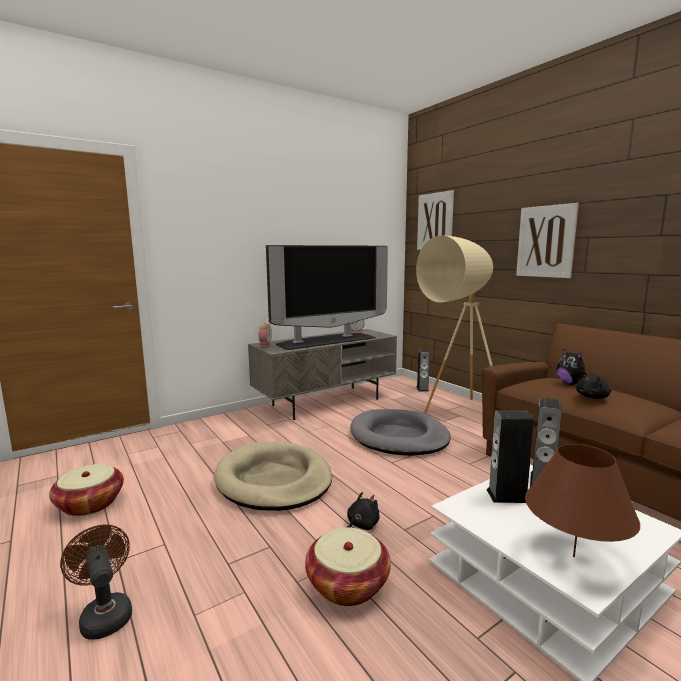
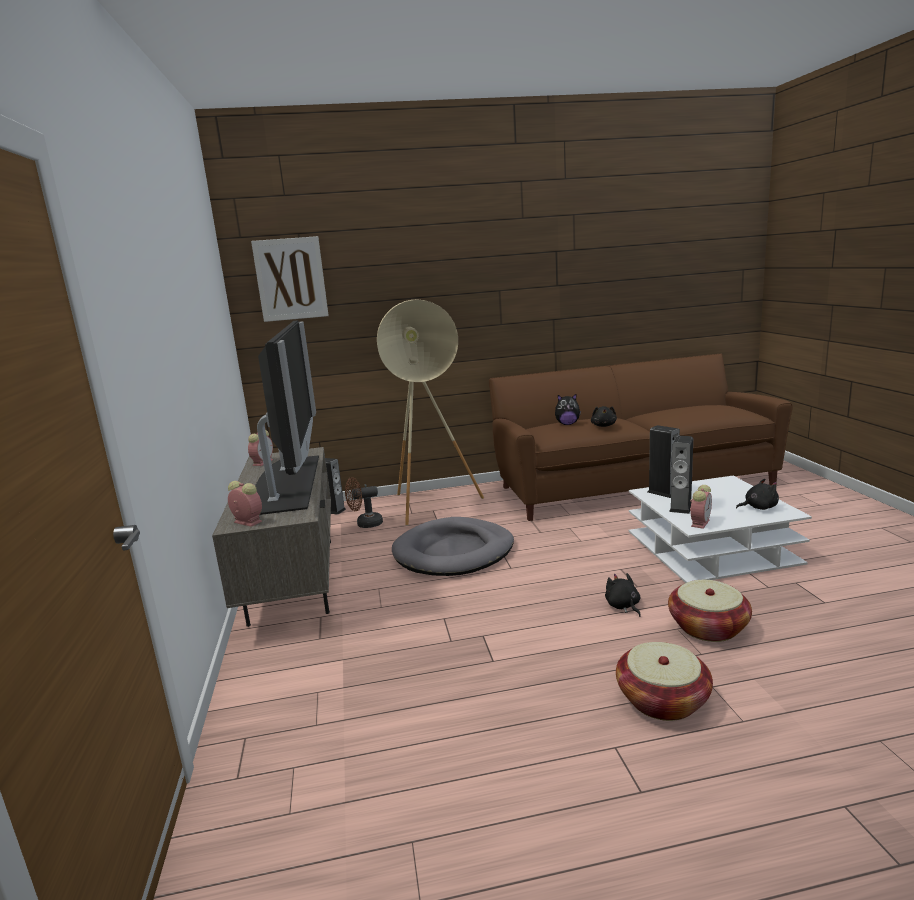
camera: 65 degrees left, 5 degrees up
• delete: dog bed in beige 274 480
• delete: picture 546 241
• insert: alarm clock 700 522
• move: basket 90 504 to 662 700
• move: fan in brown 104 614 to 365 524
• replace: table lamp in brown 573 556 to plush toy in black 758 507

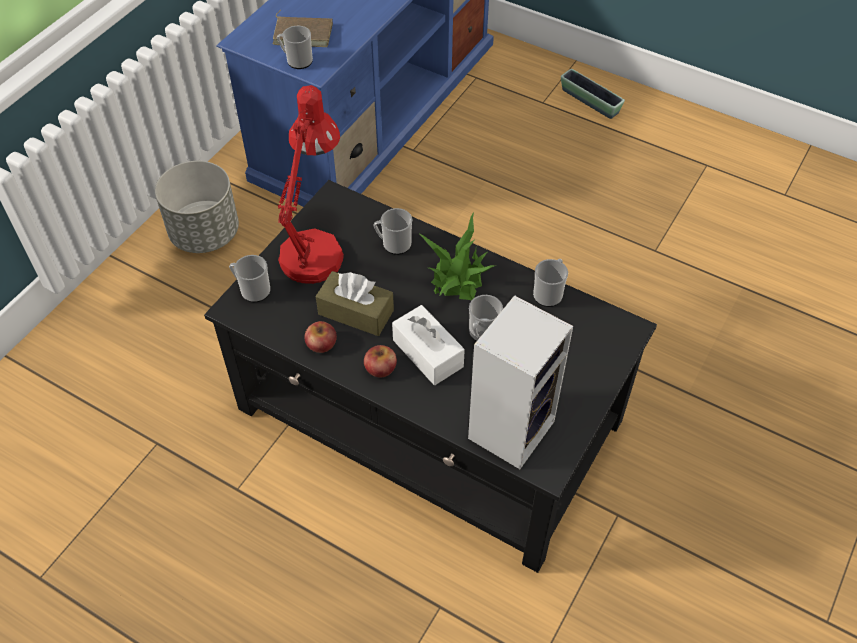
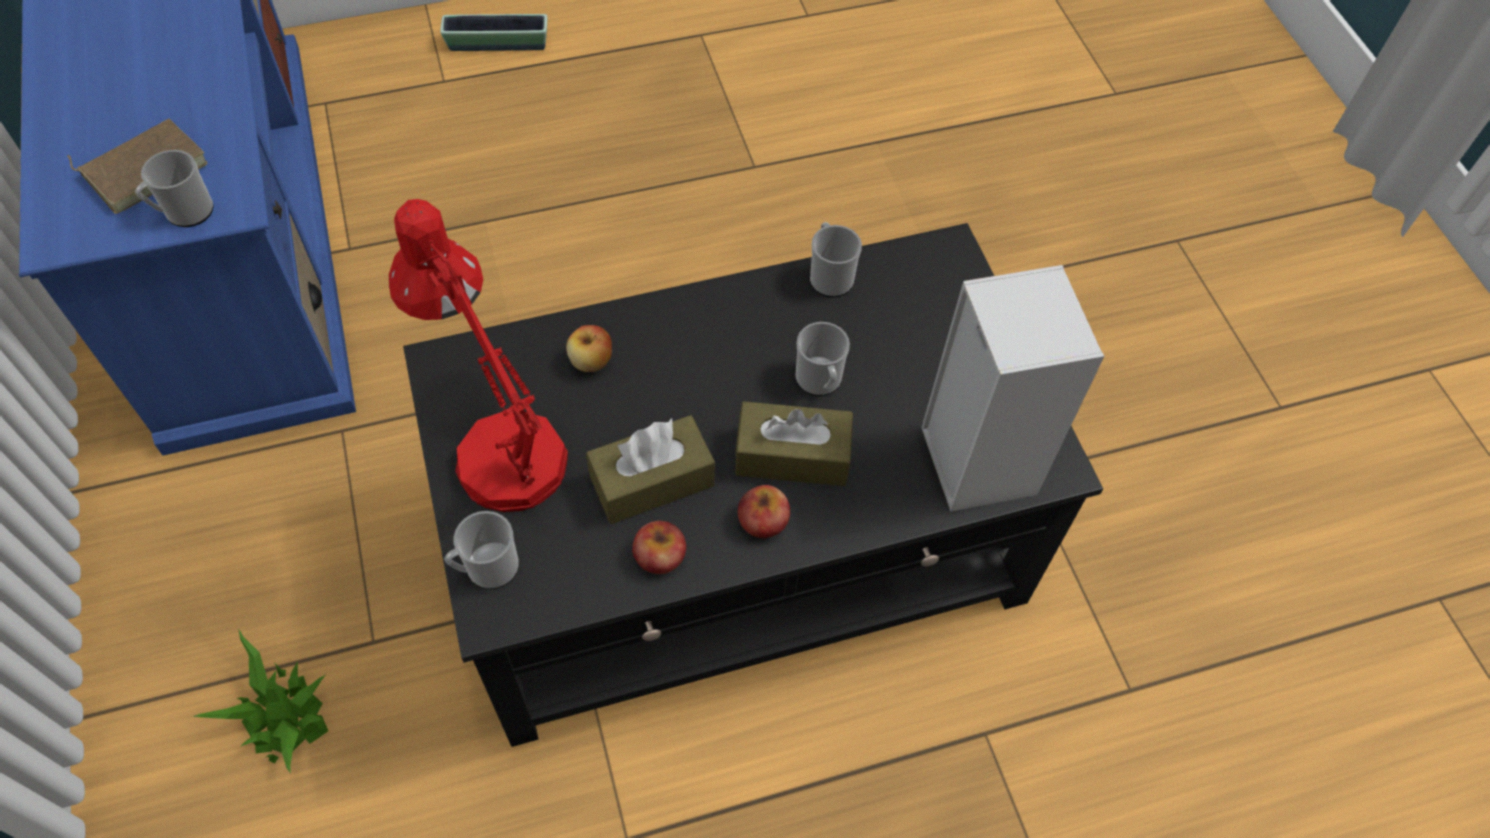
camera: 50 degrees left, 5 degrees up
• delete: planter in grey 205 233
• move: potted plant 458 276 to 283 714
• replace: mug 393 244 to apple 591 361
• recolor: tissue box in white 428 353 to tissue box in brown 792 456

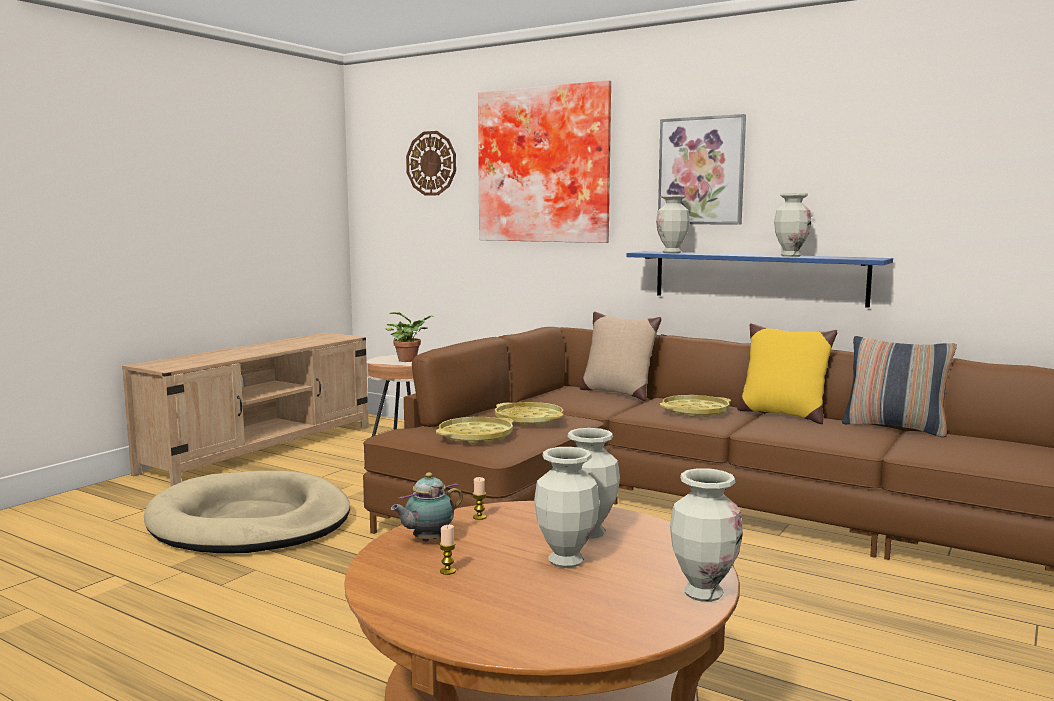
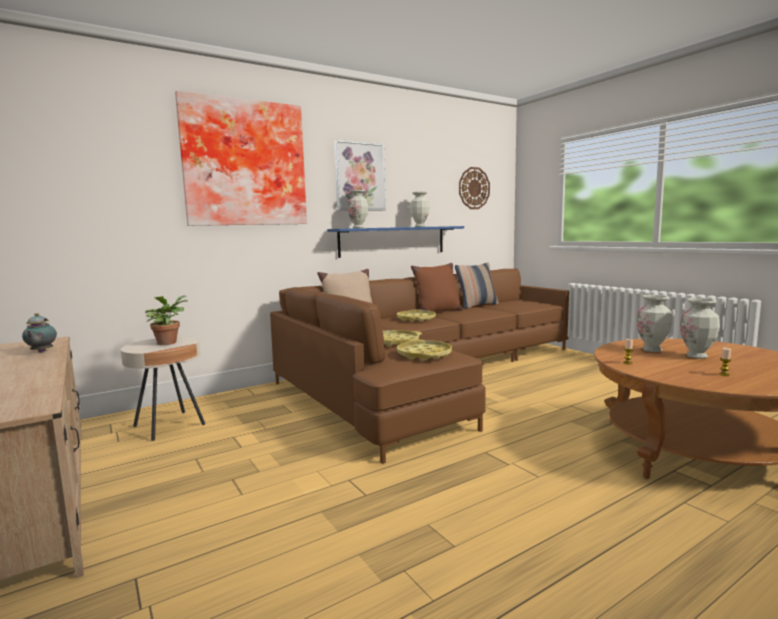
camera: 65 degrees left, 0 degrees up
• delete: dog bed in beige 250 522
• delete: vase 703 593
• move: teapot 427 540 to 41 352
• move: wall clock 431 163 to 474 188
• recolor: pillow in yellow 782 414 to pillow in brown 437 311

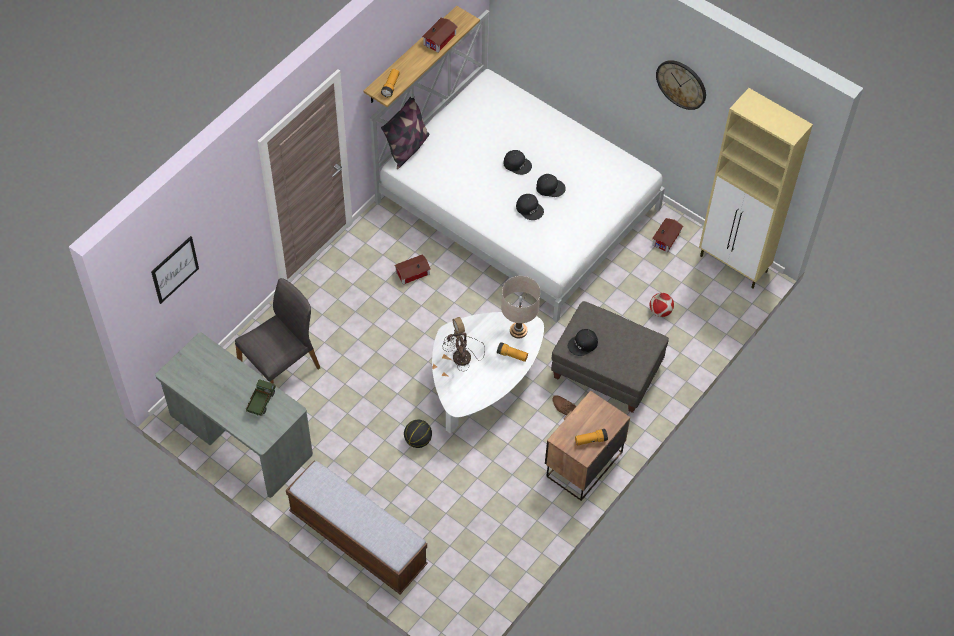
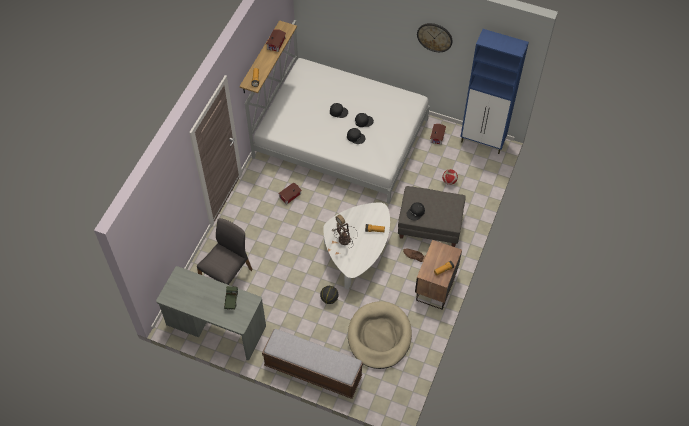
camera: 15 degrees left, 0 degrees up
• delete: picture 174 269
• delete: pillow 407 148
• delete: table lamp in beige 518 331
• insert: dog bed in beige 379 336
• recolor: cabinet in beige 734 264 to cabinet in blue 483 142

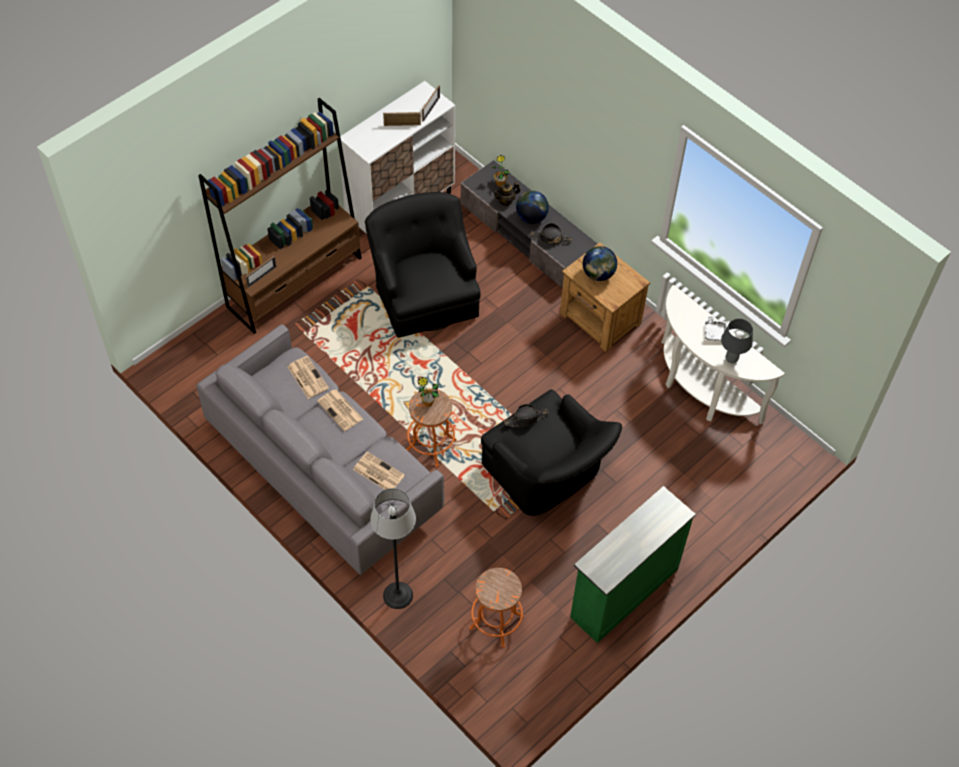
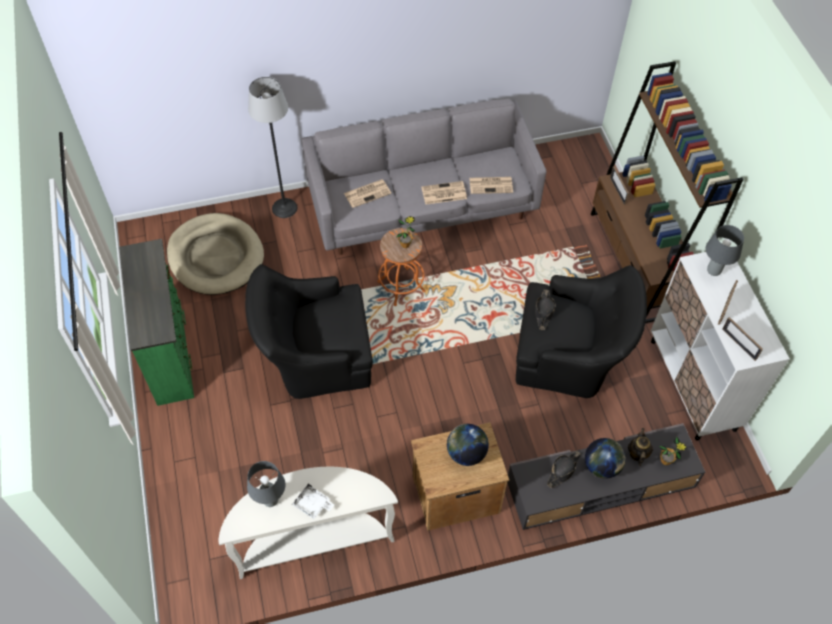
camera: 120 degrees right, 0 degrees up
• insert: table lamp in grey 713 271
• move: hat in black 526 418 to 544 311
• replace: stool in orange 496 622 to dog bed in beige 216 257

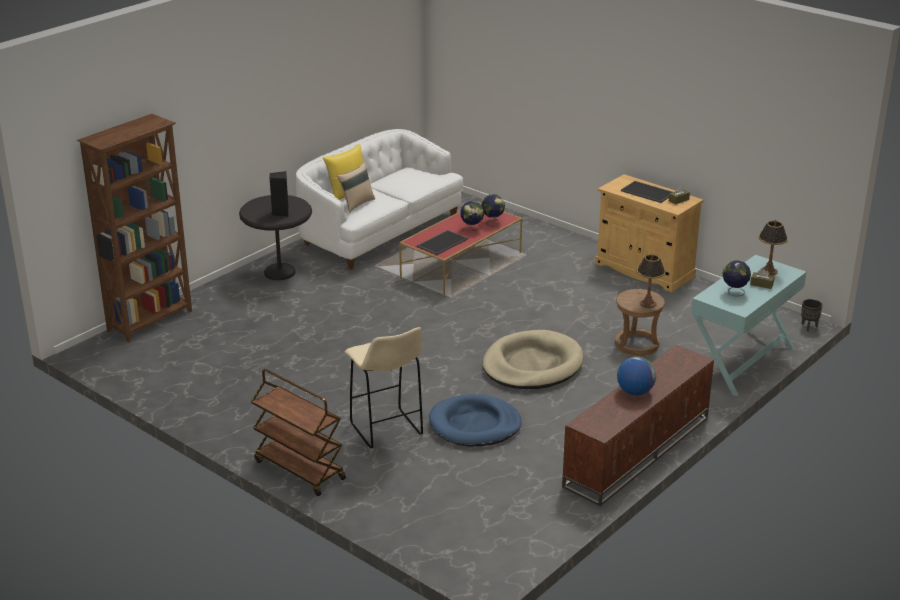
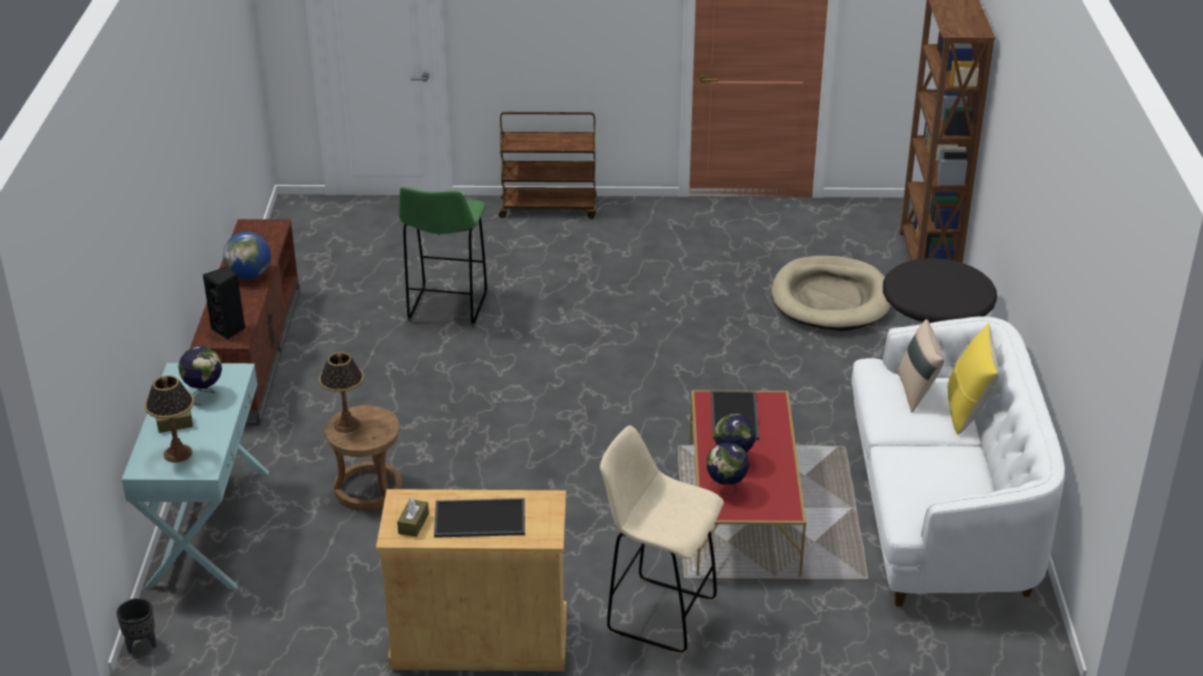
camera: 140 degrees right, 5 degrees up
• move: speaker in black 280 213 to 229 330
• move: stool in beige 387 431 to 658 614
• move: dog bed in beige 532 365 to 830 299
• replace: dog bed in blue 475 425 to stool in green 447 308

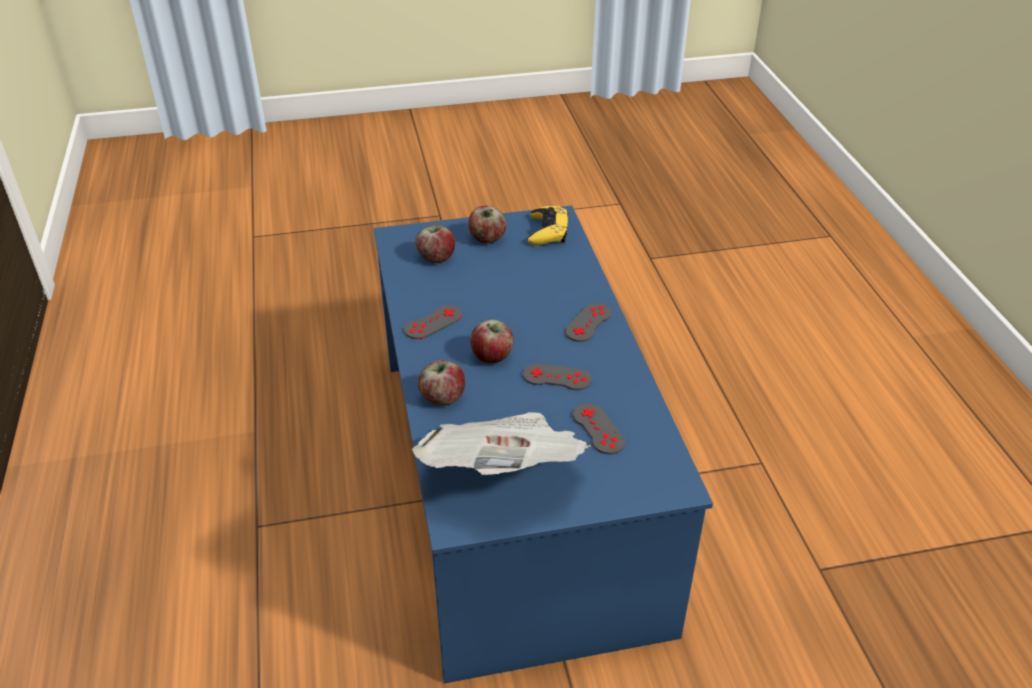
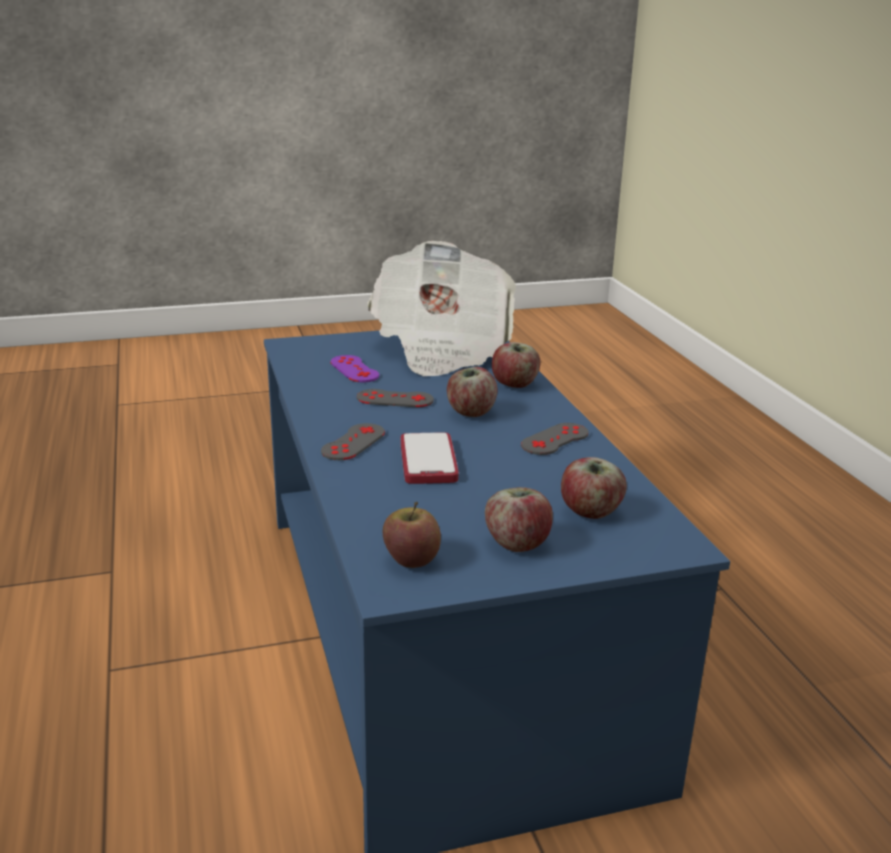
camera: 175 degrees right, 15 degrees down
• insert: phone 428 461
• replace: game controller in yellow 547 231 to apple 411 559
• recolor: game controller in grey 598 429 to game controller in purple 354 369

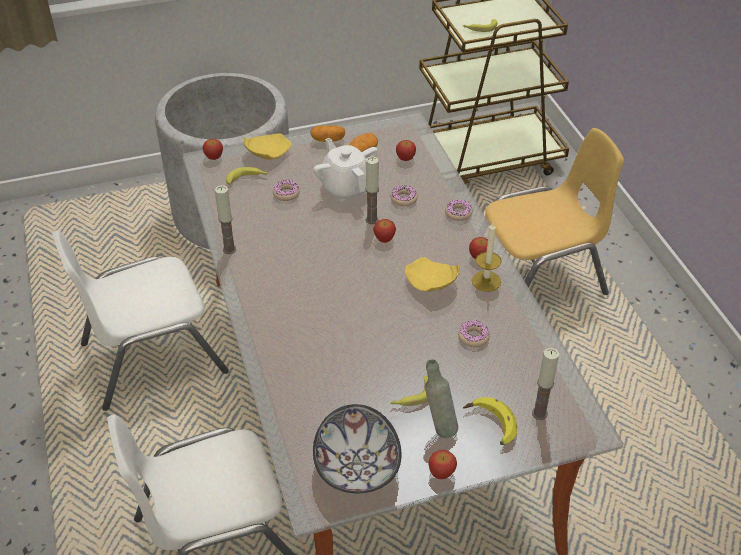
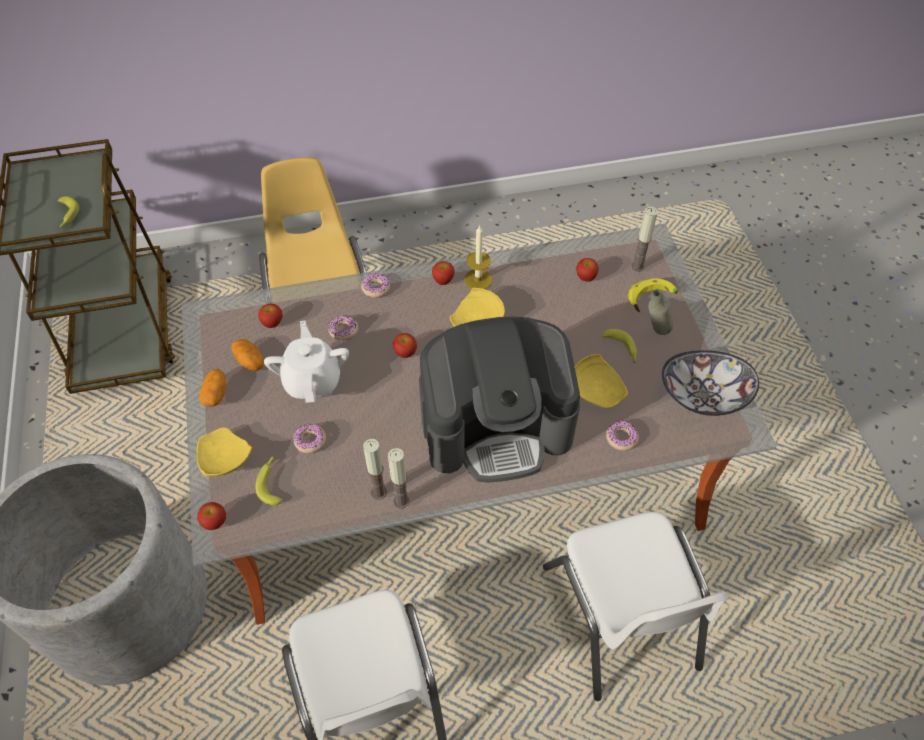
camera: 85 degrees left, 10 degrees up
• insert: coffee machine 496 425
• insert: plate in yellow 597 389
• move: candle 372 220 to 378 492
• move: apple 441 472 to 585 277
• move: donut 473 337 to 621 438
• rotate: teapot in white 346 188 = 312 381 105 degrees clockwise

